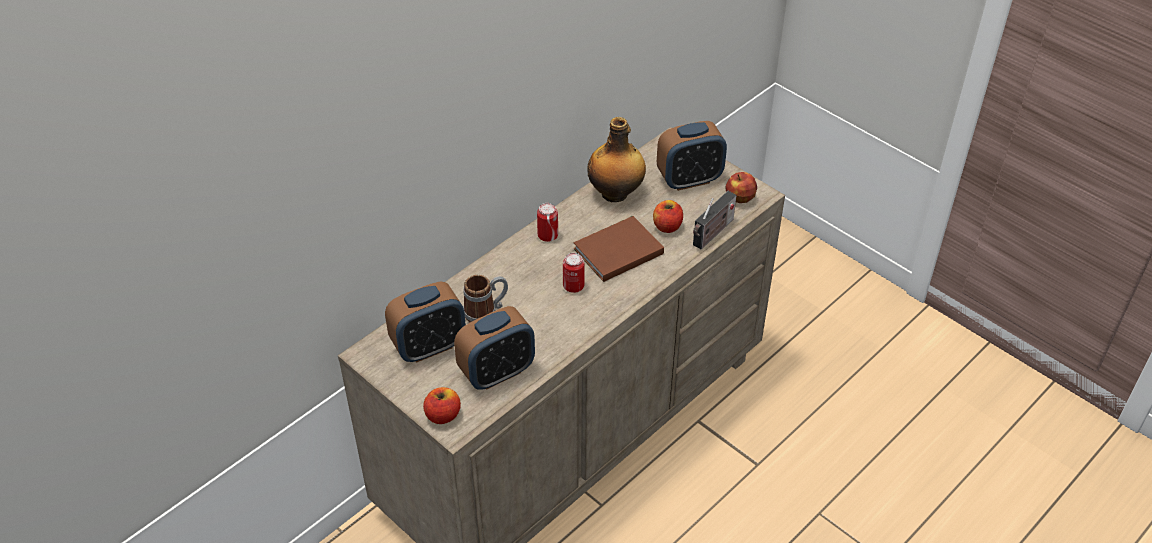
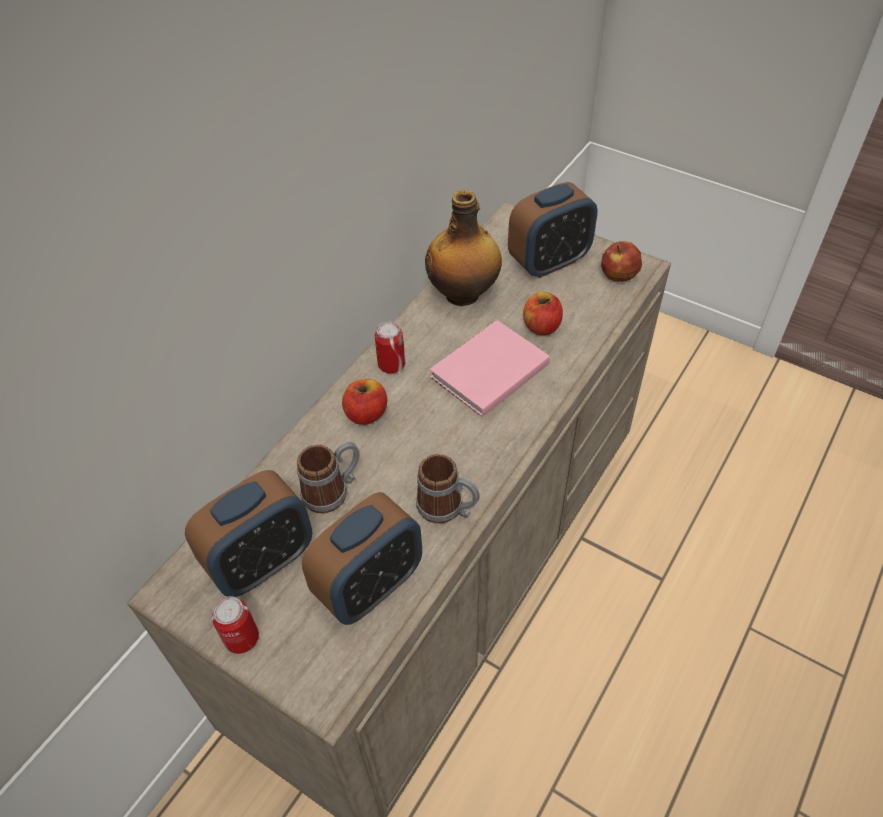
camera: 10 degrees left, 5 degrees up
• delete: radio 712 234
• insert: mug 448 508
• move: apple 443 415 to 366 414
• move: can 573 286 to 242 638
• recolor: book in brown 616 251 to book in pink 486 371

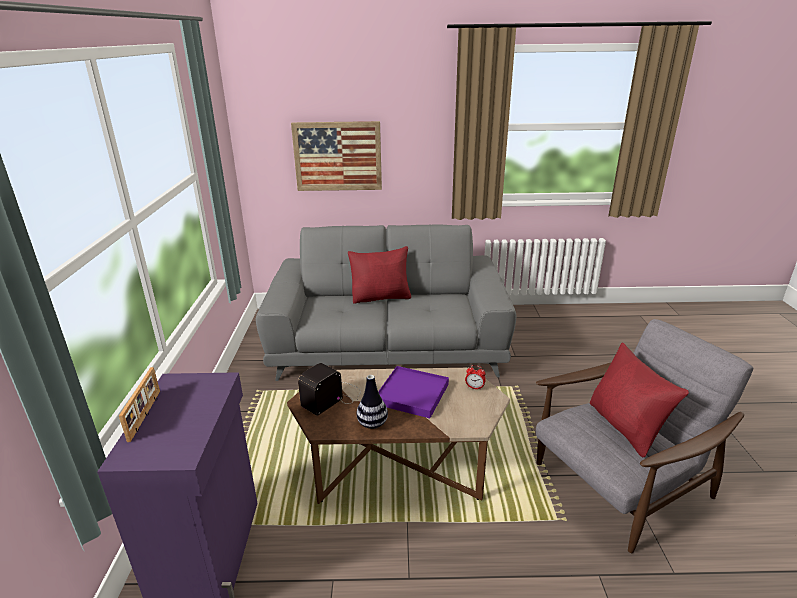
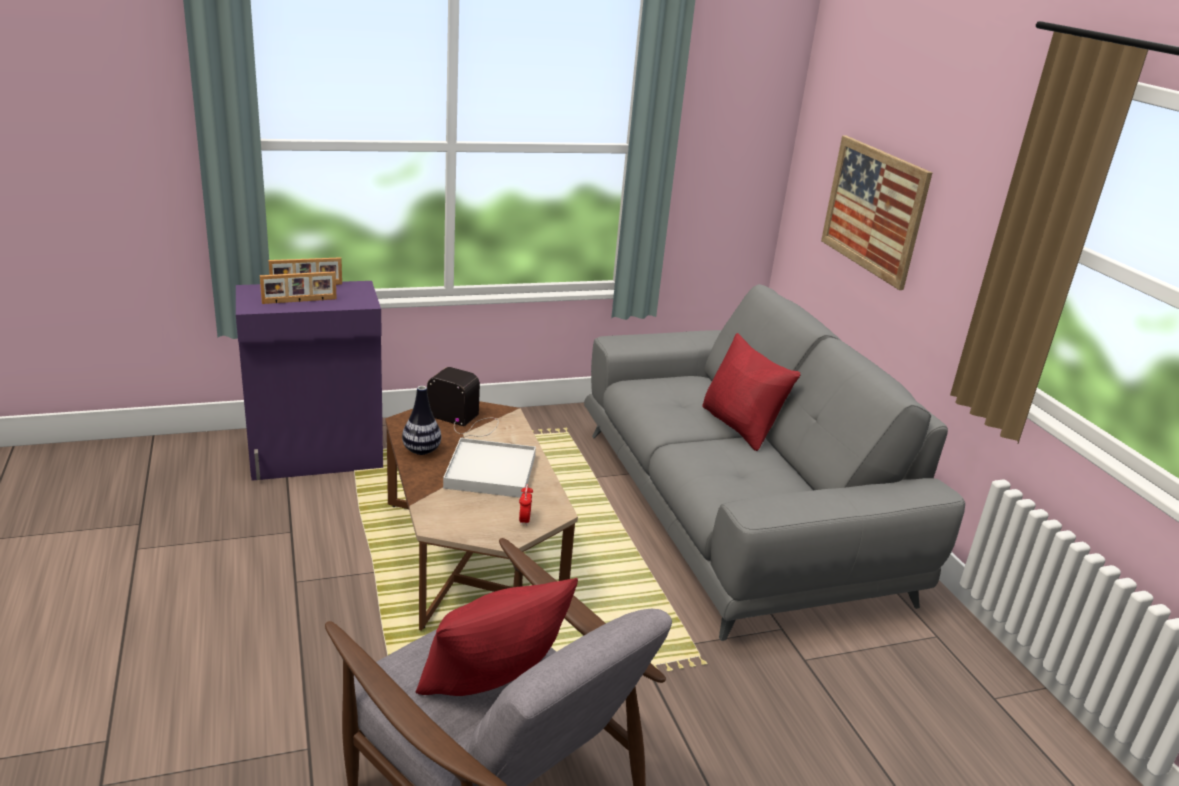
camera: 70 degrees right, 0 degrees up
• insert: picture frame 299 301
• recolor: tray in purple 412 394 to tray in white 490 472

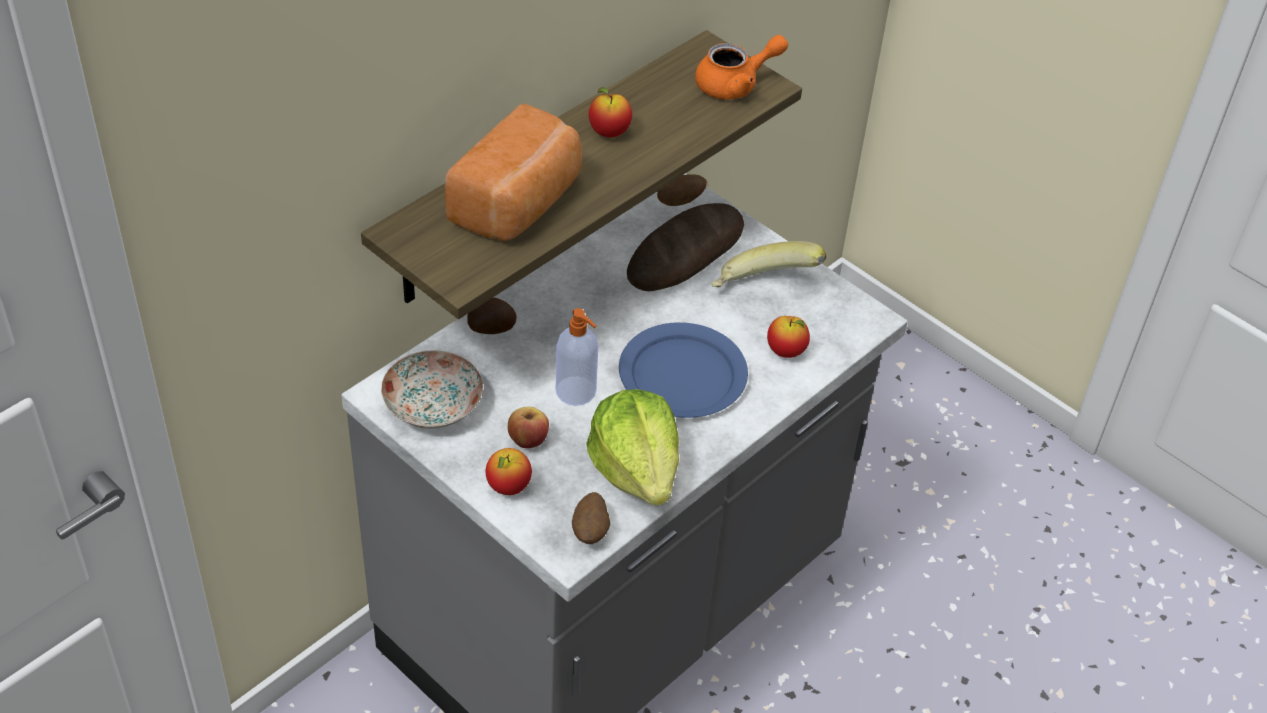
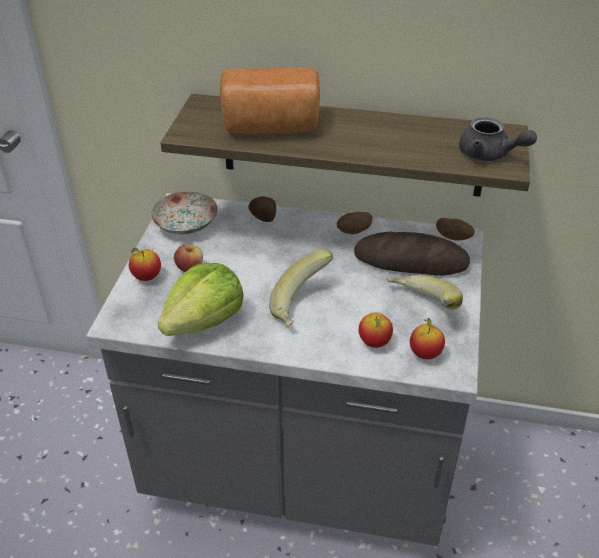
camera: 60 degrees right, 5 degrees down
• delete: soap dispenser 577 392
• move: potato 590 531 to 354 232
• move: apple 609 132 to 425 353
• replace: plate in blue 683 376 to banana 303 305
• recolor: teapot in orange 735 84 to teapot in grey 489 155

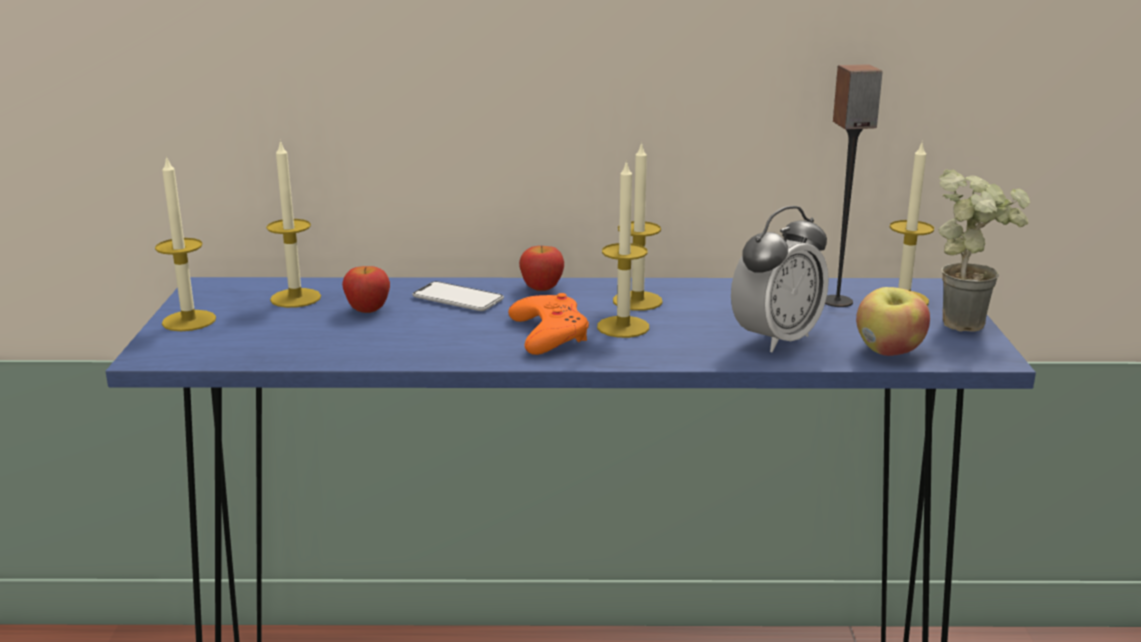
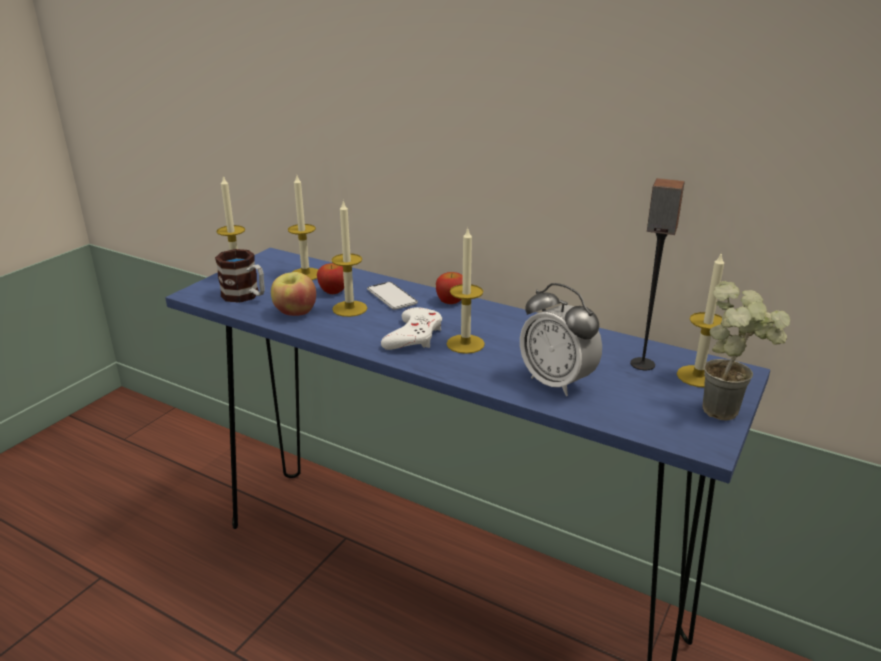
camera: 30 degrees right, 5 degrees up
• insert: mug 246 296
• move: candle 637 301 to 349 308
• move: apple 889 351 to 295 313
• recolor: game controller in orange 549 333 to game controller in white 414 336
• rotate: alarm clock 776 339 = 557 382 60 degrees clockwise

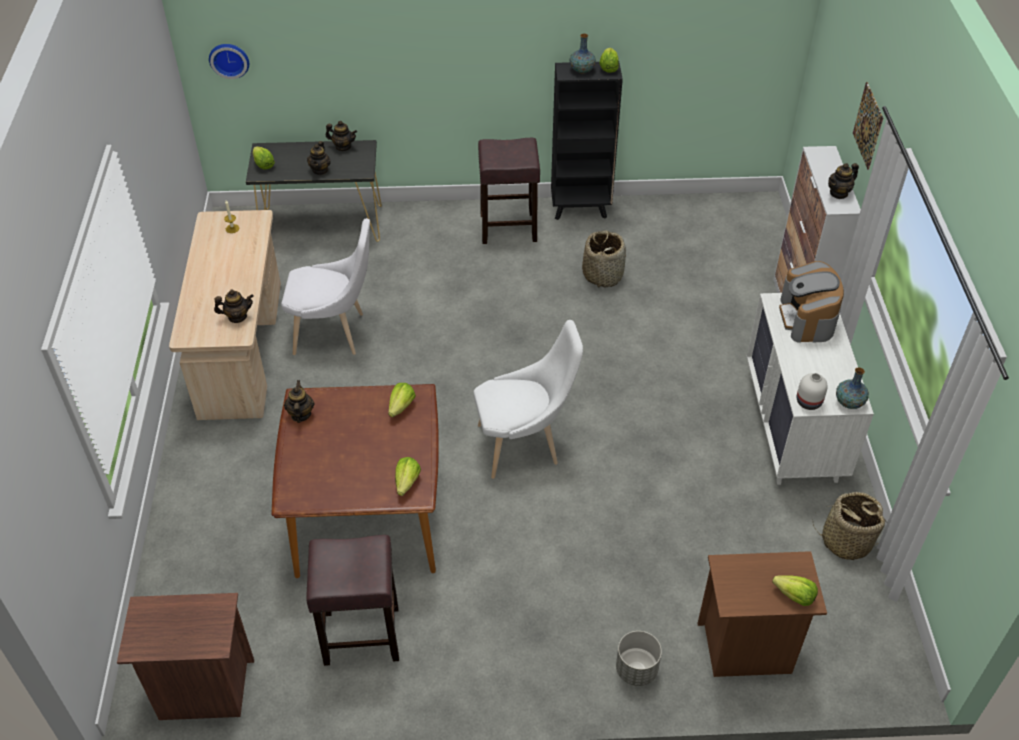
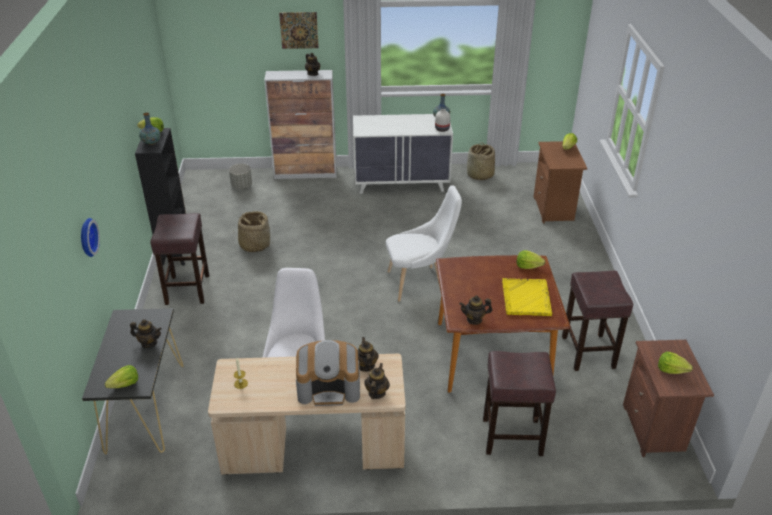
camera: 90 degrees left, 10 degrees down
• insert: stool in brown 511 437
• insert: tray in yellow 526 298
• move: wall clock 229 59 to 86 237
• move: teapot 343 147 to 376 393
• move: lettuce 401 407 to 671 370
• move: planter in grey 636 669 to 241 186
• move: coffee machine 807 318 to 329 388
• rotate: chair in white 524 445 = 419 282 90 degrees clockwise

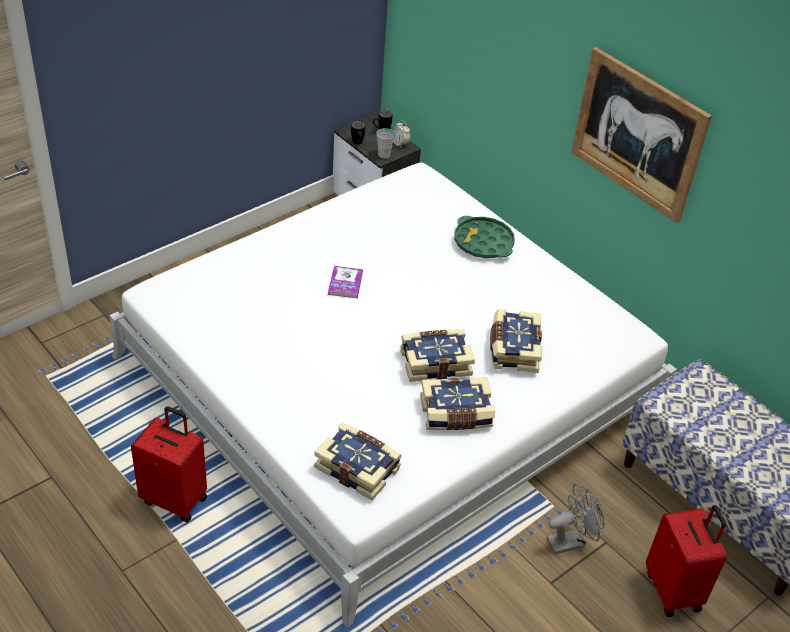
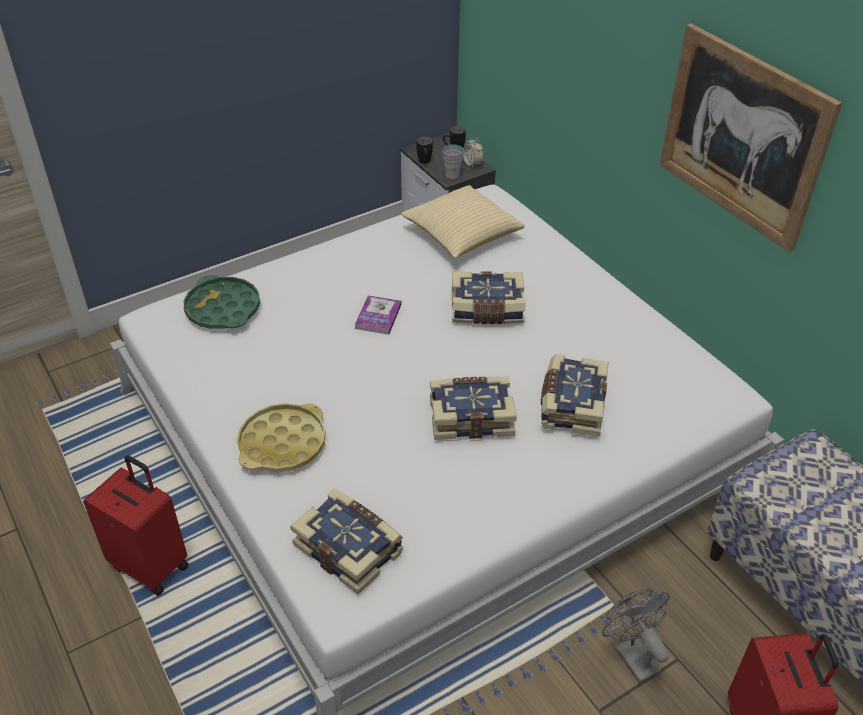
camera: 10 degrees right, 0 degrees up
• insert: tray in yellow 282 444
• insert: pillow 461 235
• move: book 456 414 to 487 310
• move: tray in green 483 242 to 223 309
• rotate: fan in grey 570 541 = 631 655 105 degrees counterclockwise

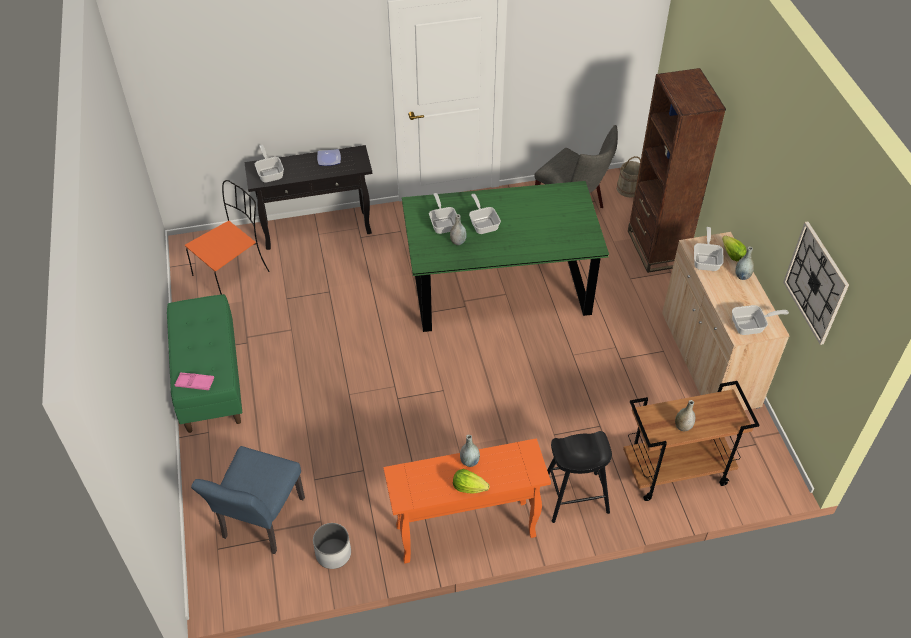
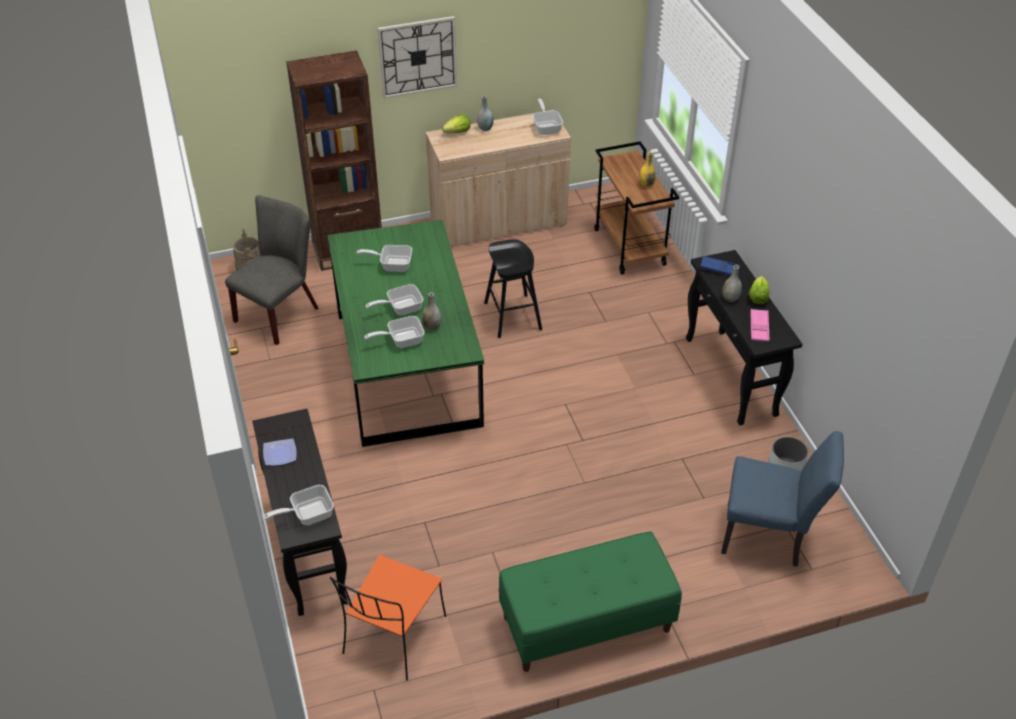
camera: 95 degrees left, 5 degrees down
• insert: tray in blue 719 269
• move: tray in pink 195 383 to 759 328
• move: stool in black 575 497 to 512 316
• move: frying pan 706 260 to 392 265
• move: wall clock 816 283 to 418 57
• recolor: console table in orange 464 532 to console table in black 731 377
• recolor: vase in grey 683 426 to vase in yellow 646 184
• rotate: chair in orange 232 273 = 393 637 105 degrees counterclockwise

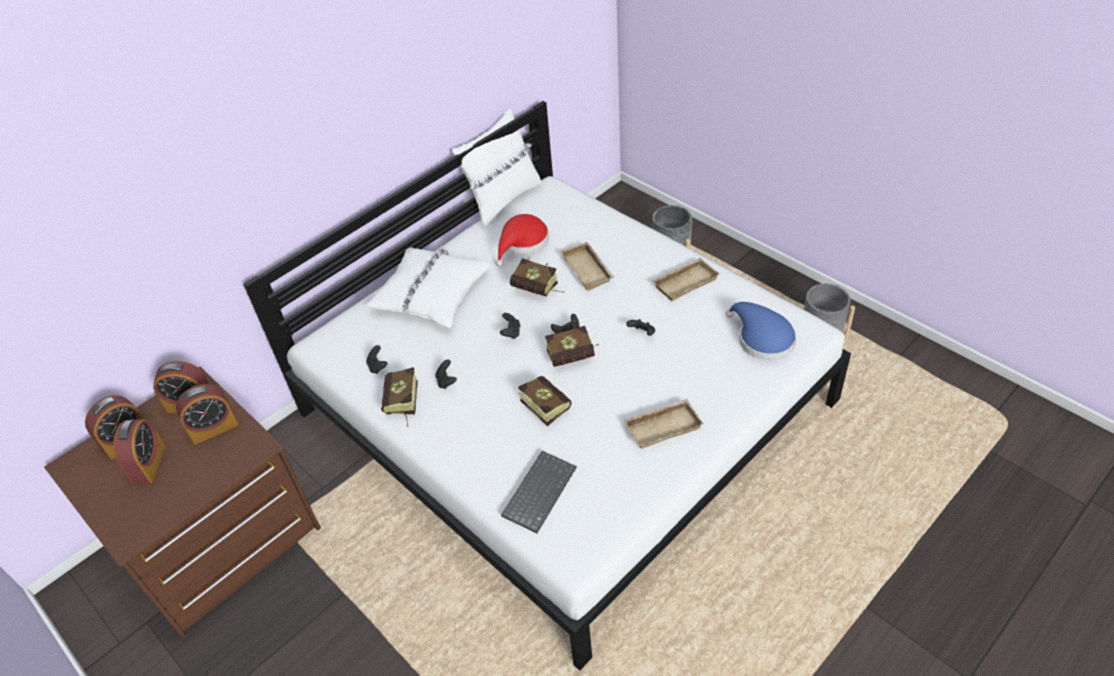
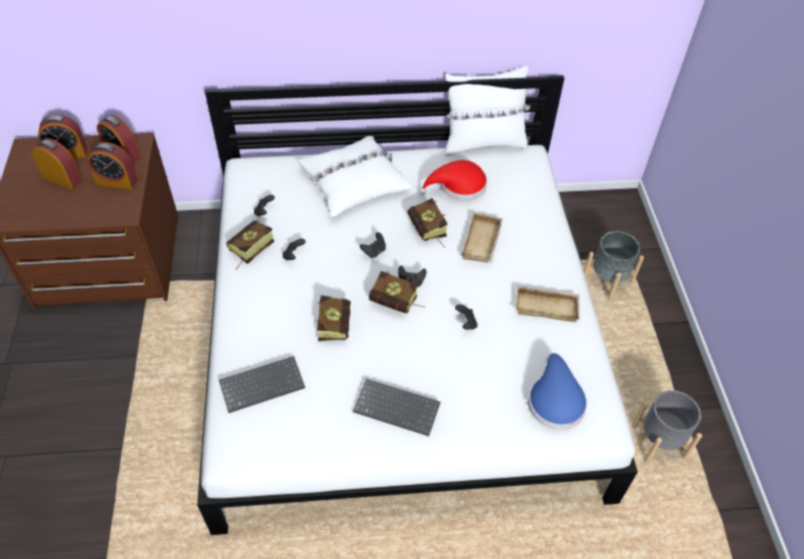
camera: 35 degrees right, 5 degrees up
• replace: tray in beige 663 426 to keyboard 398 407
• rotate: alarm clock 149 463 = 62 178 105 degrees counterclockwise

